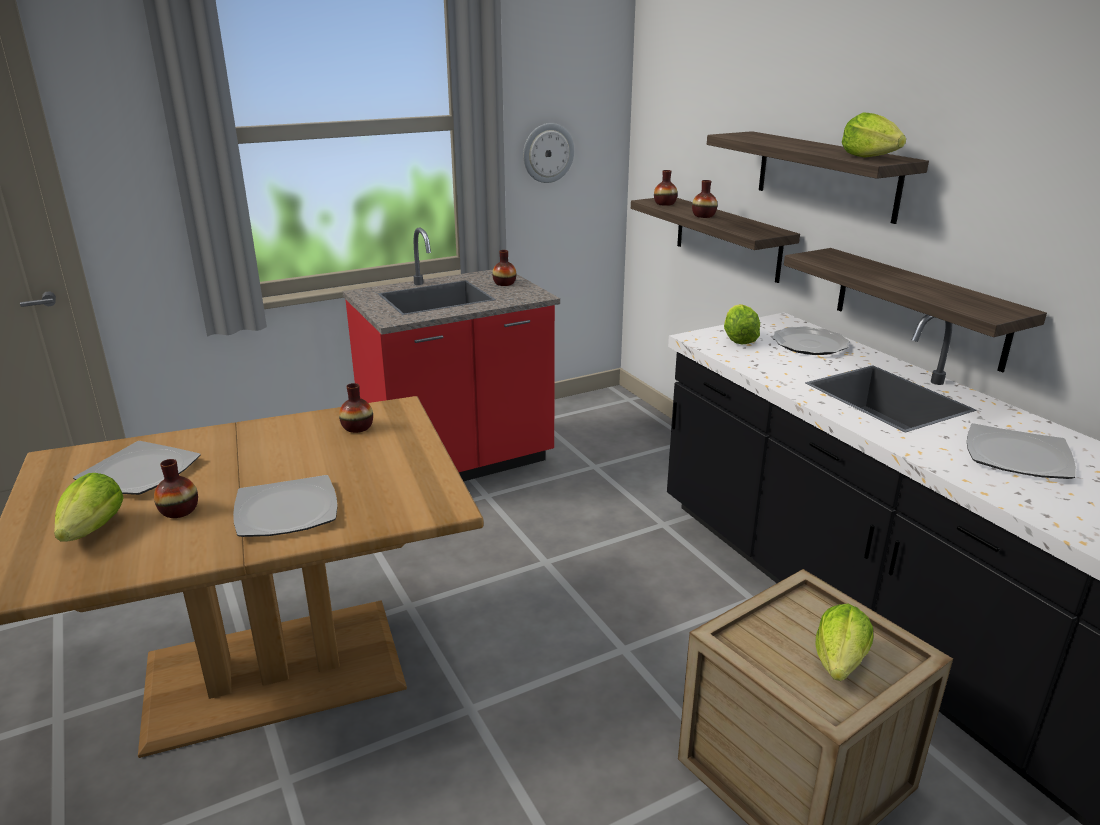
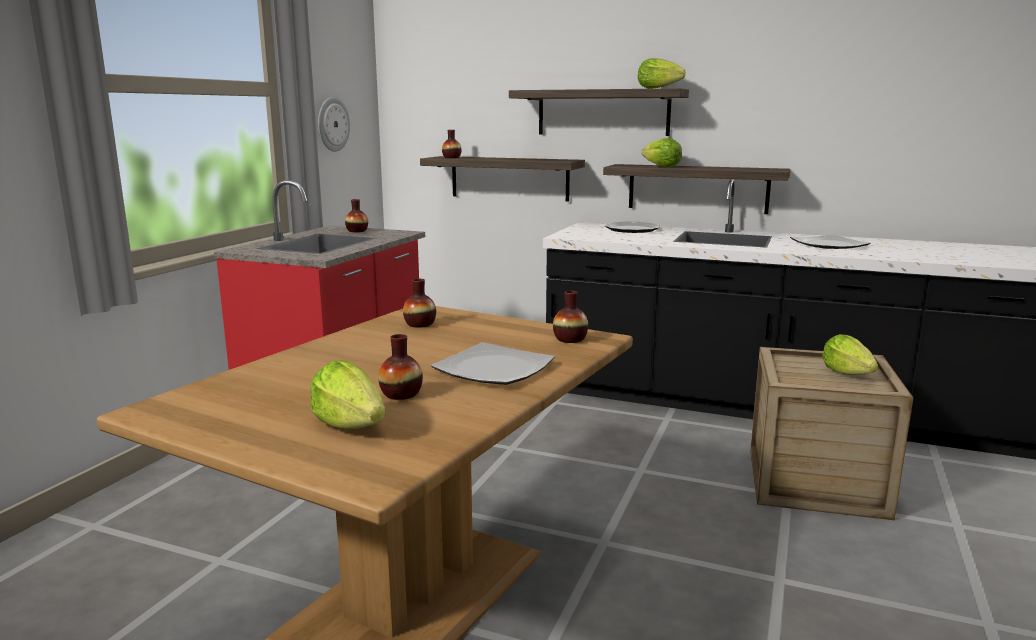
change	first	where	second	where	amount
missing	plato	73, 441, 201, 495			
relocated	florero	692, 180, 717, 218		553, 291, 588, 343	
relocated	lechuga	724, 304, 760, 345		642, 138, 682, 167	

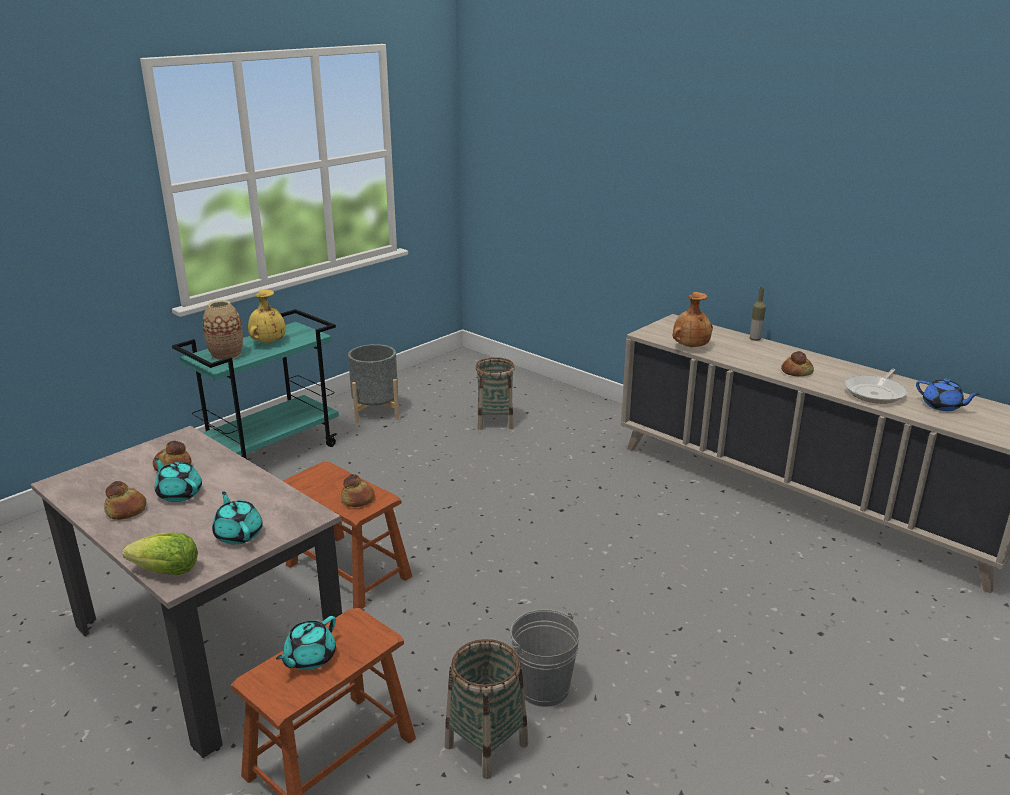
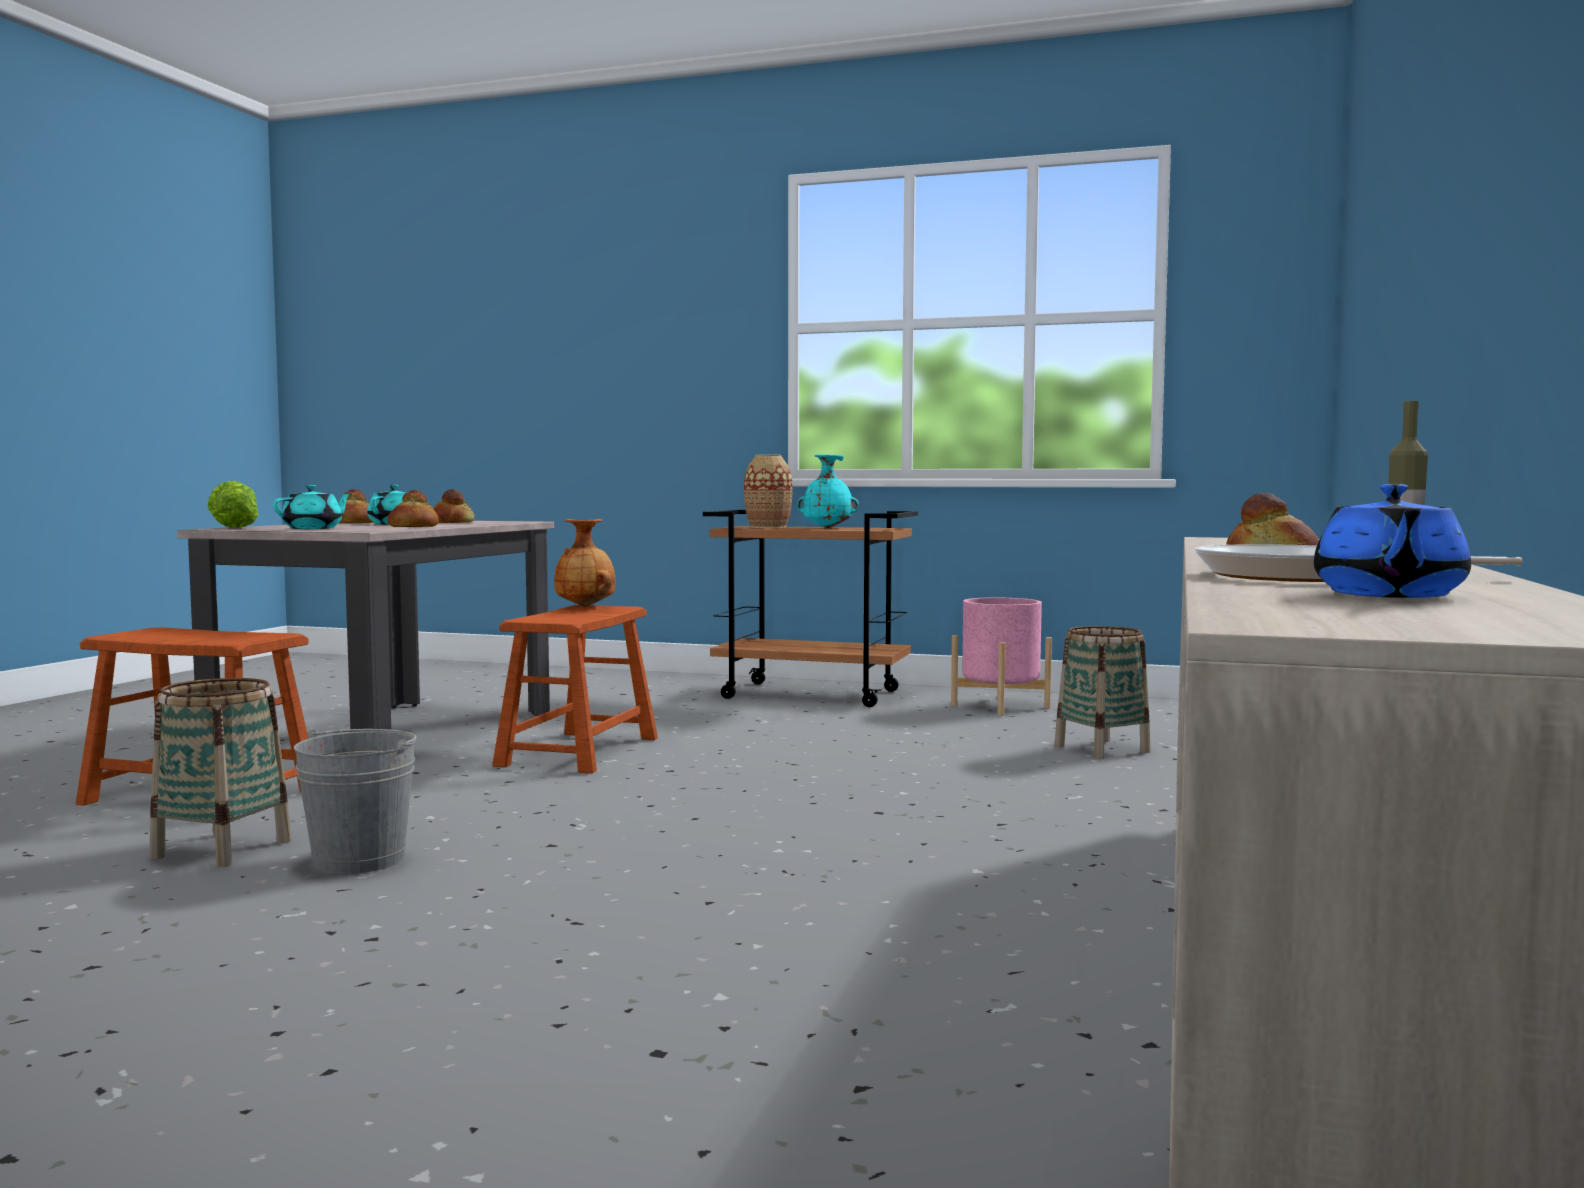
change	first	where	second	where	amount
missing	tetera/turquesa	276, 616, 336, 670			
relocated	pan	341, 474, 374, 507		387, 490, 439, 527	
relocated	florero/marrón	673, 292, 713, 347		554, 519, 615, 607	
colour	carrito/turquesa	172, 309, 339, 459	carrito/marrón	703, 510, 918, 707	
colour	florero/amarillo	248, 290, 286, 343	florero/turquesa	797, 454, 859, 528	
colour	maceta/gris	348, 344, 399, 423	maceta/rosa	951, 597, 1052, 716	

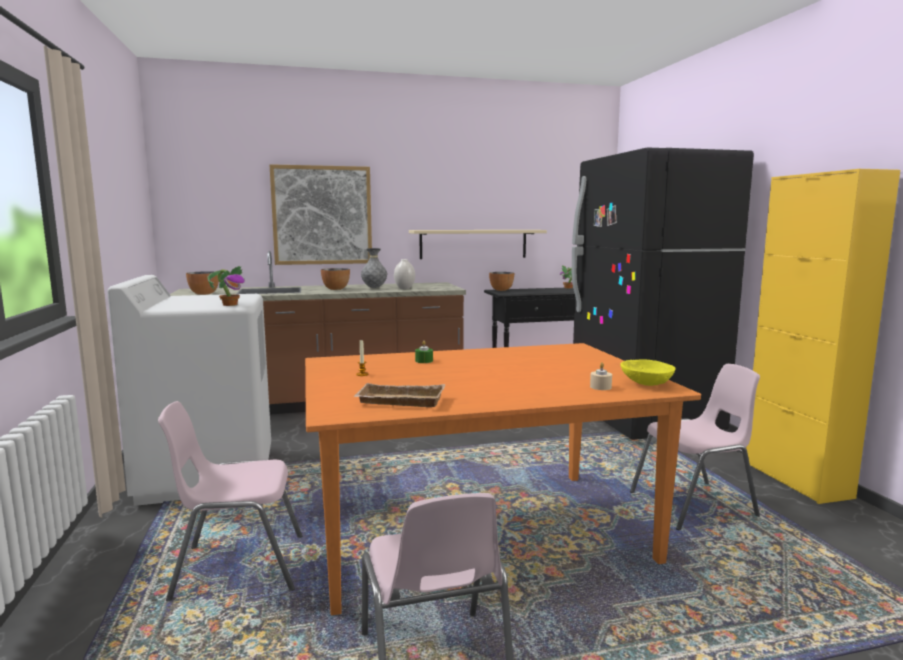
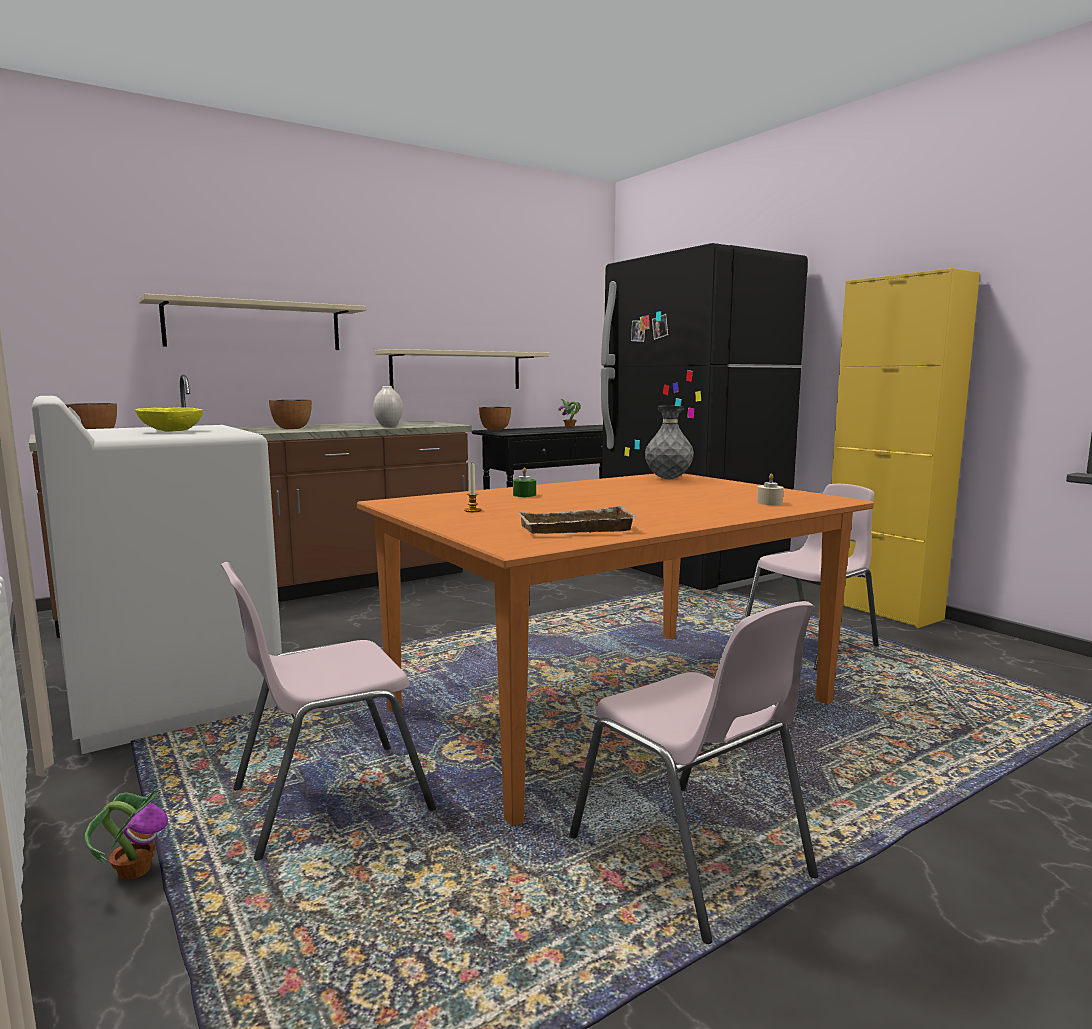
change	first	where	second	where	amount
relocated	planta en maceta	207, 266, 245, 306		85, 789, 168, 880	
relocated	florero/gris	361, 248, 387, 288		645, 406, 694, 479	
relocated	cuenco/amarillo	620, 359, 675, 386		135, 407, 203, 432	
exchanged	cuadro	270, 164, 372, 265	estante/beis	139, 294, 367, 350	

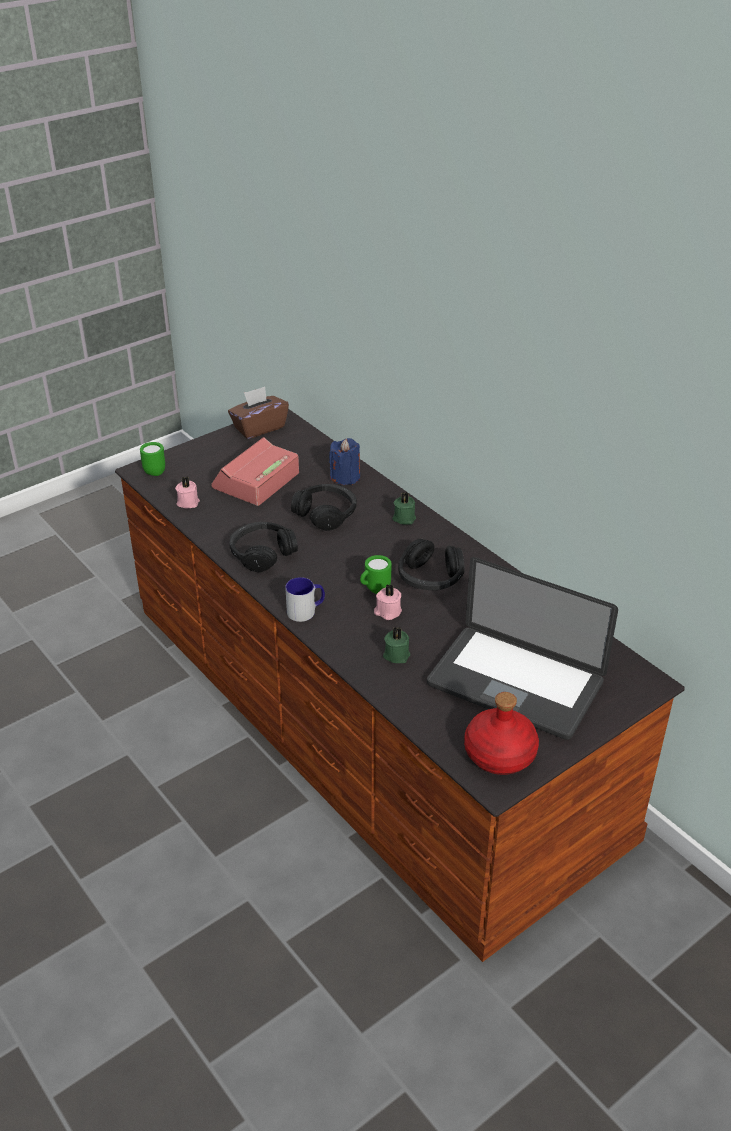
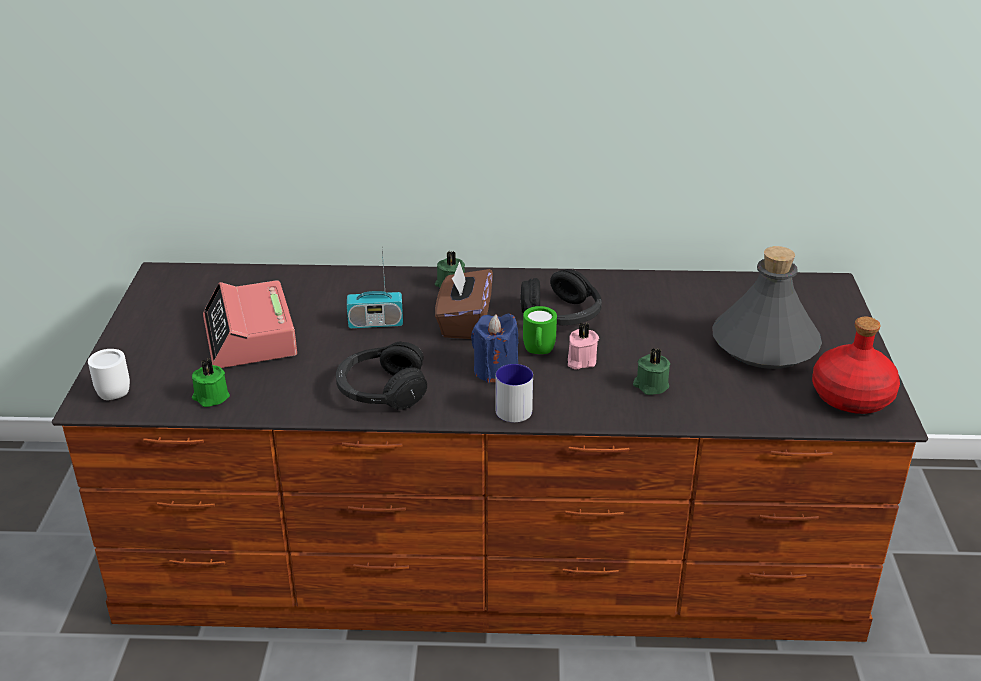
change	first	where	second	where	amount
relocated	caja de pañuelos/marrón	228, 387, 289, 439		435, 261, 493, 339	
relocated	vela/azul	329, 438, 360, 485		471, 313, 518, 383	
exchanged	auriculares/negro	291, 484, 357, 531	radio	347, 250, 403, 328	
exchanged	portátil	427, 557, 618, 740	botella/gris	712, 246, 822, 369	
colour	taza grande/verde	140, 442, 165, 476	taza grande/blanco	88, 349, 130, 400	
colour	vela/rosa	175, 476, 200, 509	vela/verde	192, 359, 230, 407	

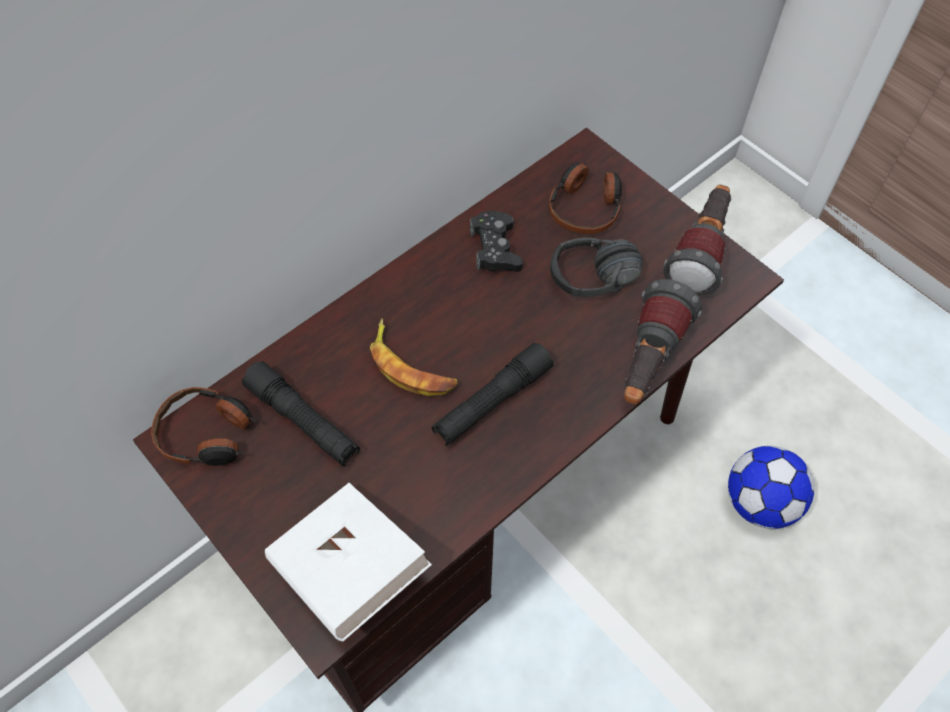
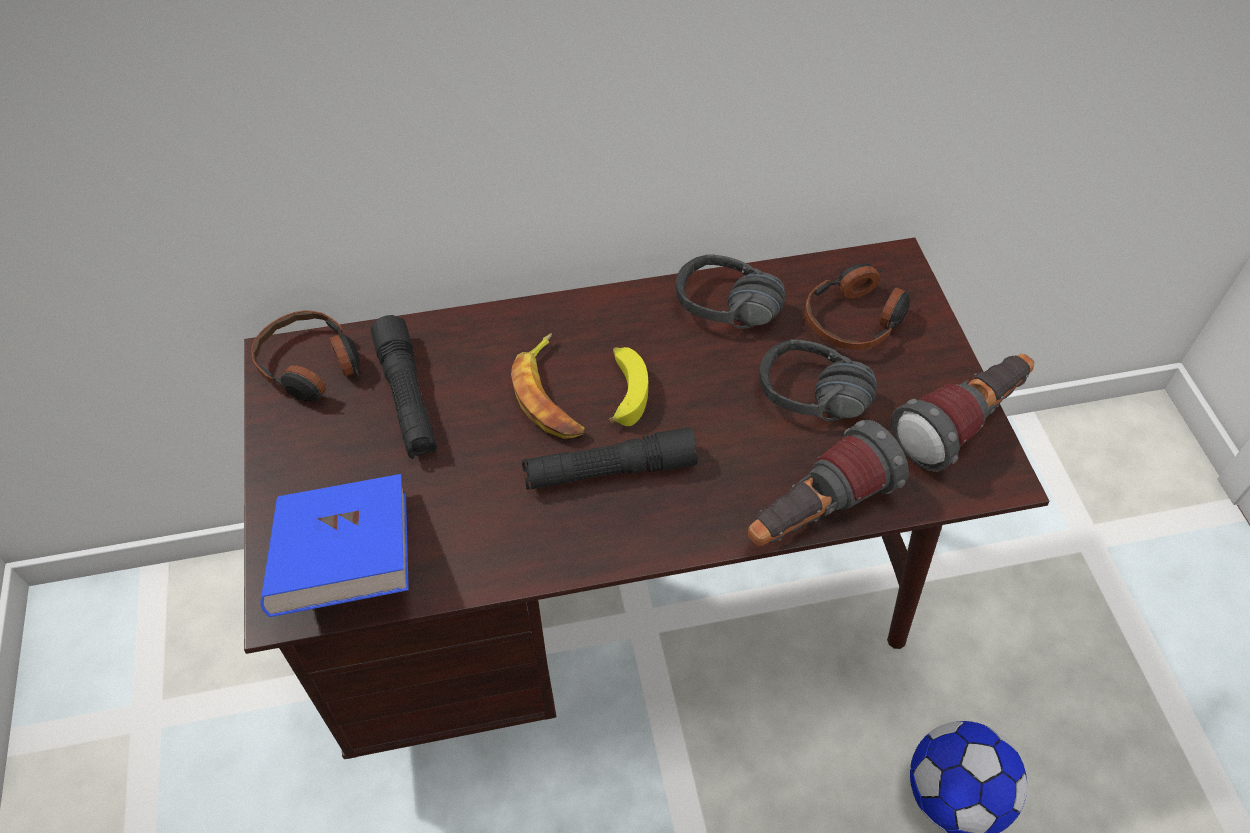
change	first	where	second	where	amount
appeared			plátano	609, 347, 648, 426	
exchanged	mando de consola/negro	470, 211, 523, 272	auriculares/negro	676, 254, 785, 329	
colour	libro/blanco	265, 483, 432, 641	libro/azul	260, 474, 409, 617	

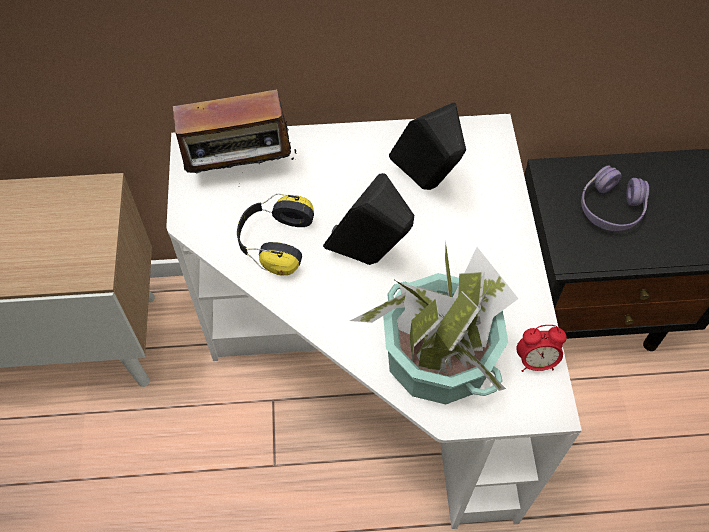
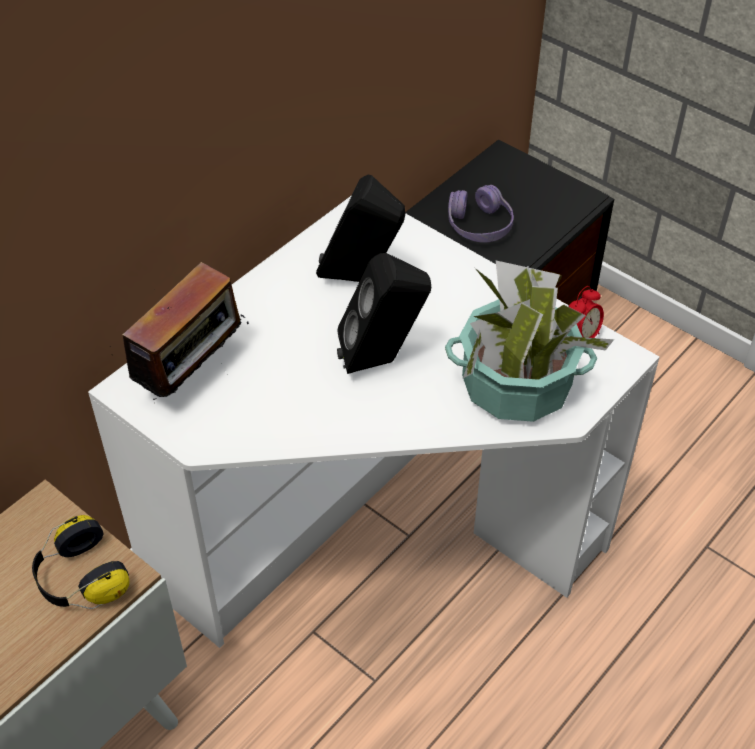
change	first	where	second	where	amount
relocated	auriculares	237, 194, 314, 275		32, 515, 129, 609	

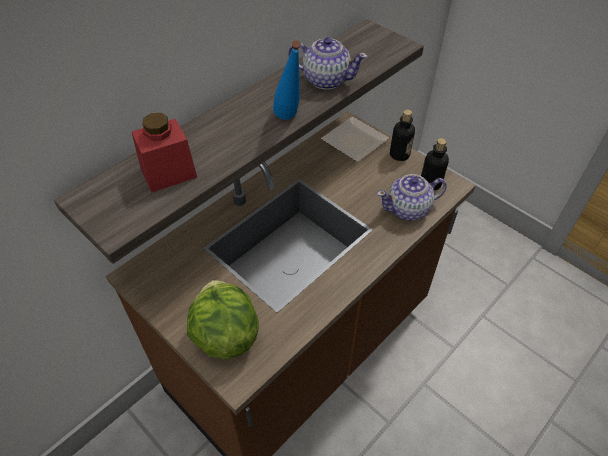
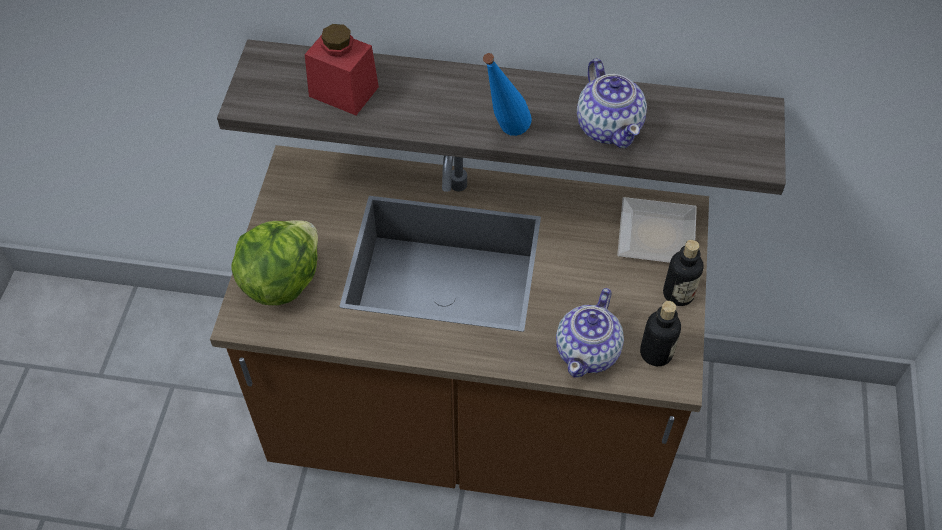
change	first	where	second	where	amount
spun	tetera	377, 174, 447, 221		556, 288, 624, 378	105 degrees counterclockwise

